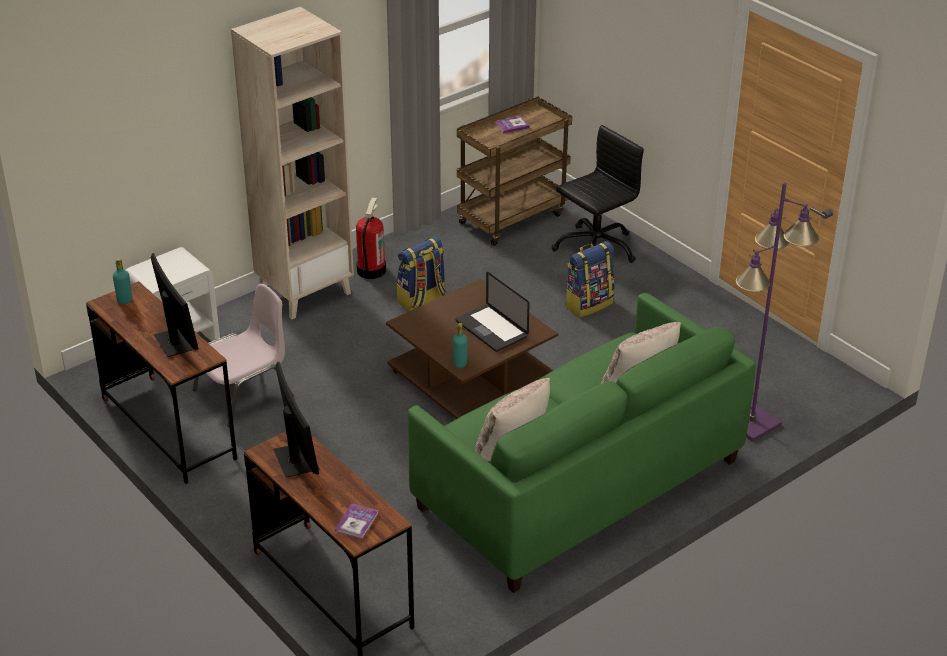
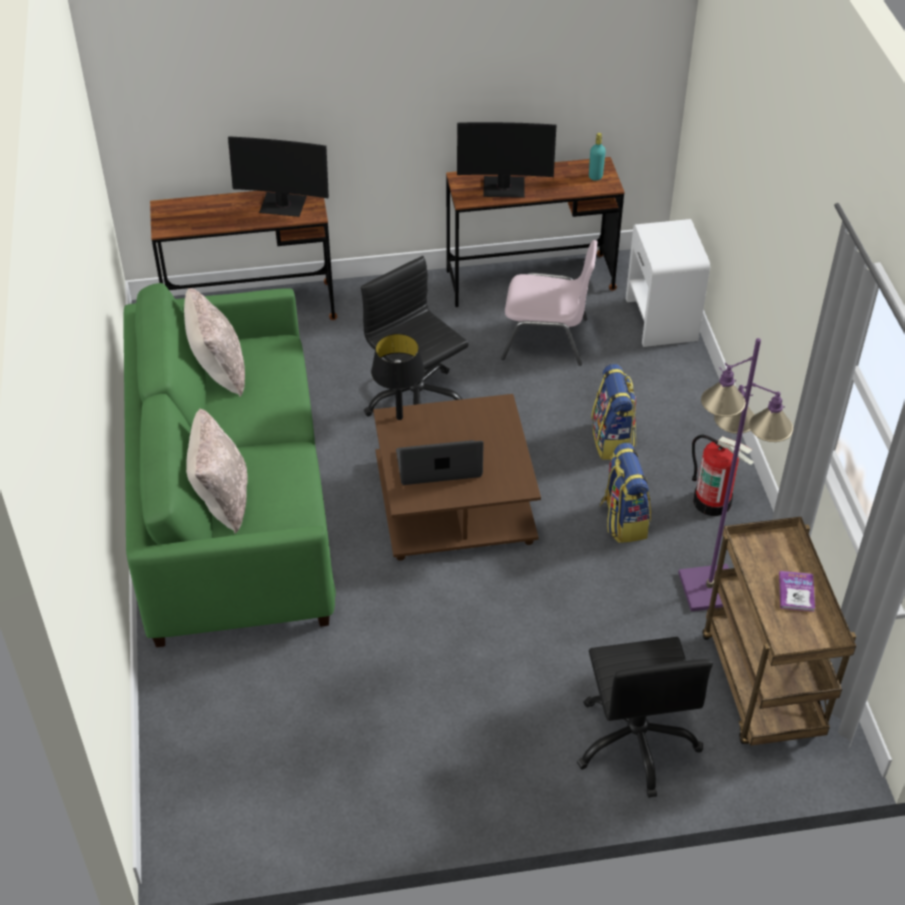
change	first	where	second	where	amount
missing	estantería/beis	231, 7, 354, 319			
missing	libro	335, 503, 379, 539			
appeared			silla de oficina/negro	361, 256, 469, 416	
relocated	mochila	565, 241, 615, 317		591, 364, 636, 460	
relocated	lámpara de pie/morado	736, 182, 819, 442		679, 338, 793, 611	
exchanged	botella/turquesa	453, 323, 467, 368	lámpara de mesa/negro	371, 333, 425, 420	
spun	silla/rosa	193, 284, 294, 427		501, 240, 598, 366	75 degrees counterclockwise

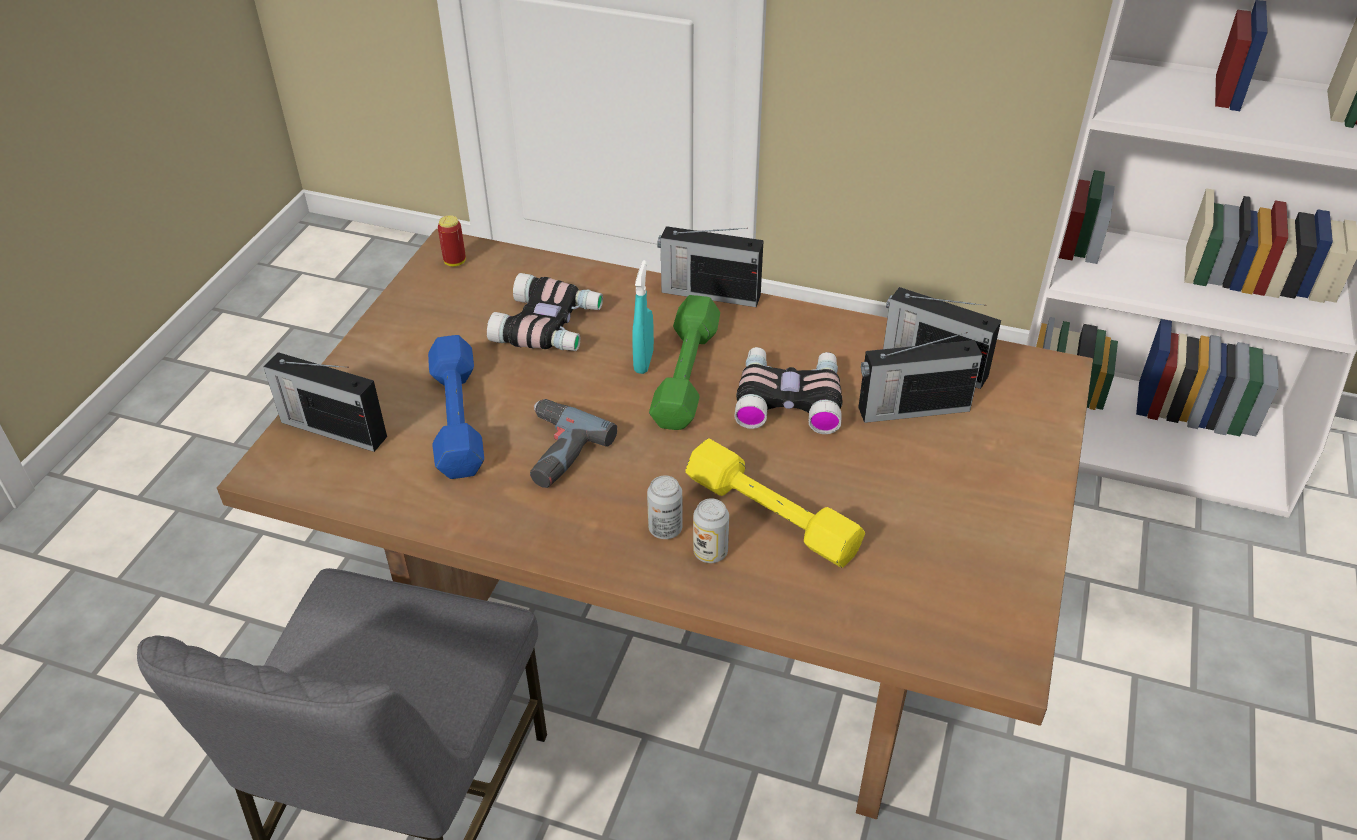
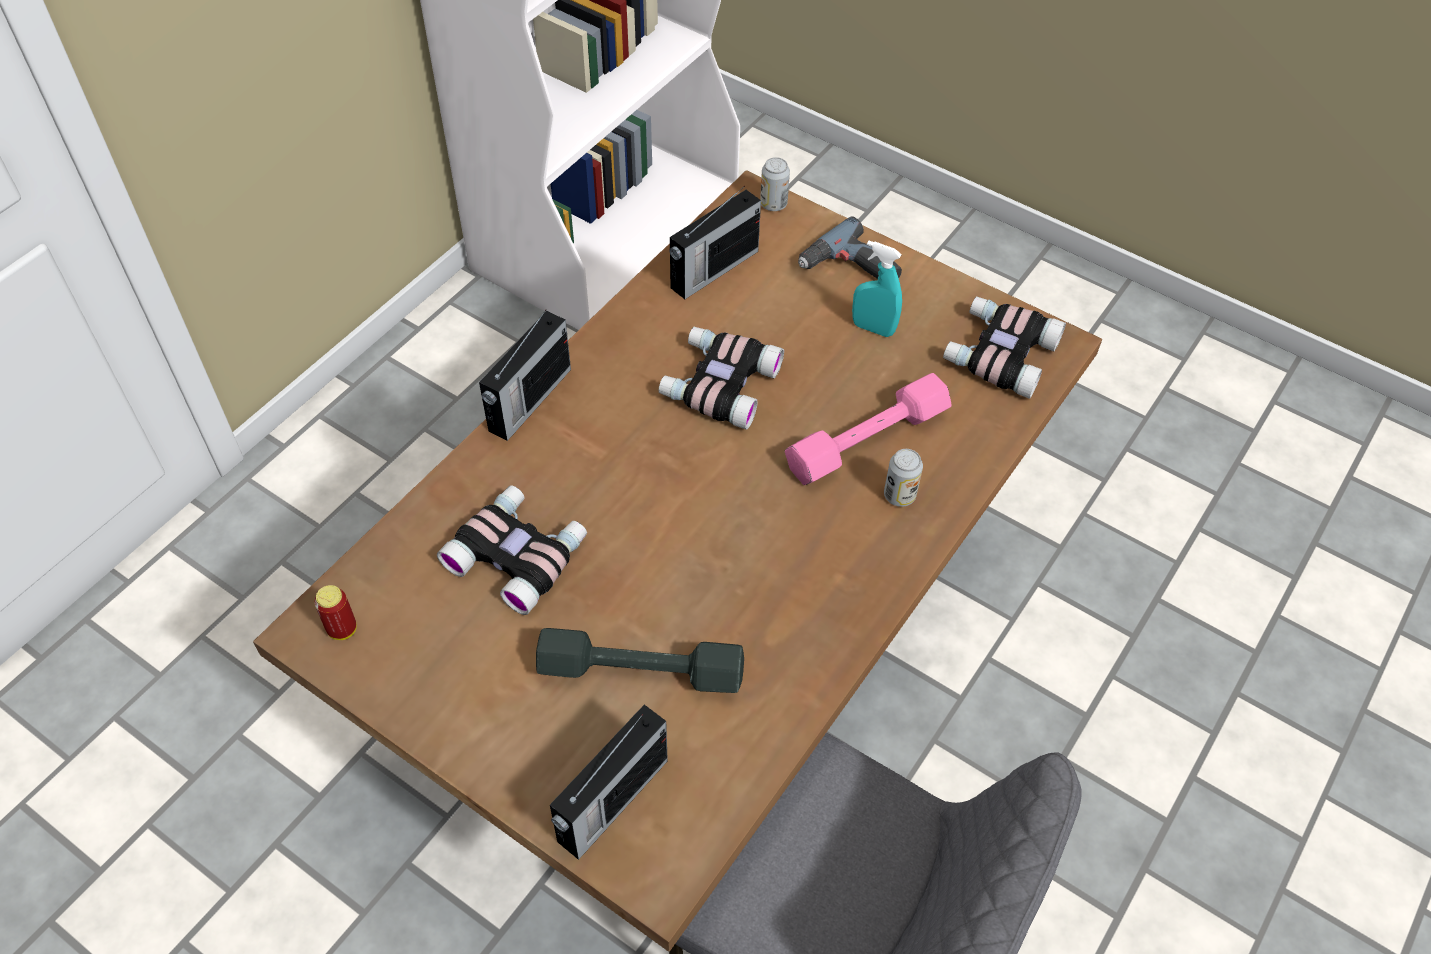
change	first	where	second	where	amount
missing	mancuerna/verde	649, 295, 720, 430			
missing	radio	858, 332, 982, 423			
appeared			prismáticos	943, 296, 1066, 399	
relocated	taladro	530, 399, 617, 488		798, 216, 902, 279	
relocated	pulverizador/turquesa	632, 260, 654, 374		852, 240, 902, 337	
relocated	lata	647, 475, 683, 539		760, 157, 790, 211	
colour	mancuerna/azul	428, 335, 484, 479	mancuerna/gris	536, 628, 744, 693	
colour	mancuerna/amarillo	685, 438, 865, 568	mancuerna/rosa	785, 373, 952, 485	

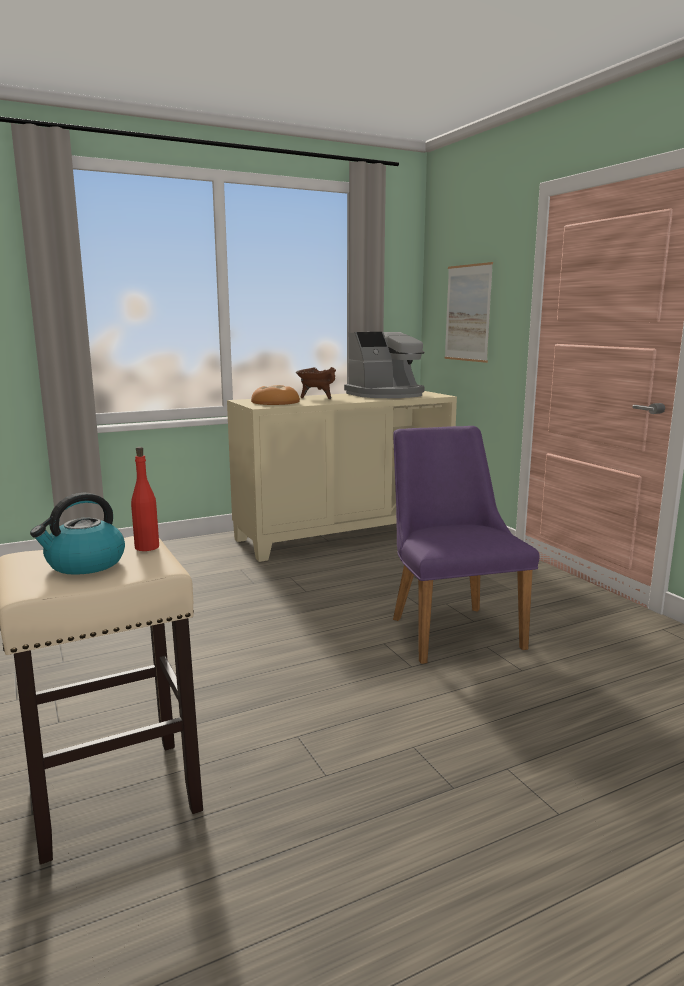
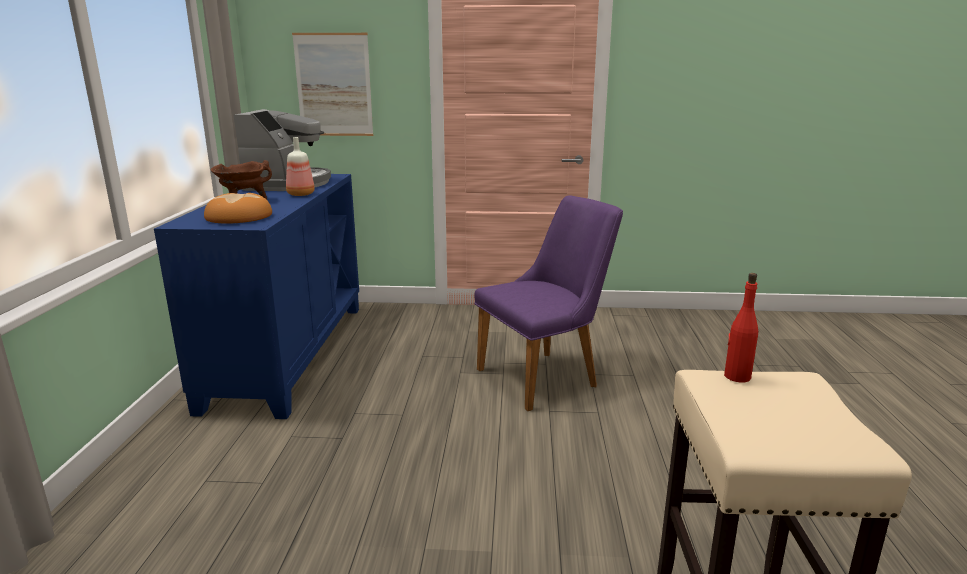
change	first	where	second	where	amount
missing	hervidor	30, 493, 125, 575			
appeared			botella	286, 137, 315, 196	
colour	armario/beis	227, 391, 457, 562	armario/azul	154, 174, 359, 419	
spun	silla/morado	393, 426, 539, 664		474, 195, 623, 411	135 degrees clockwise

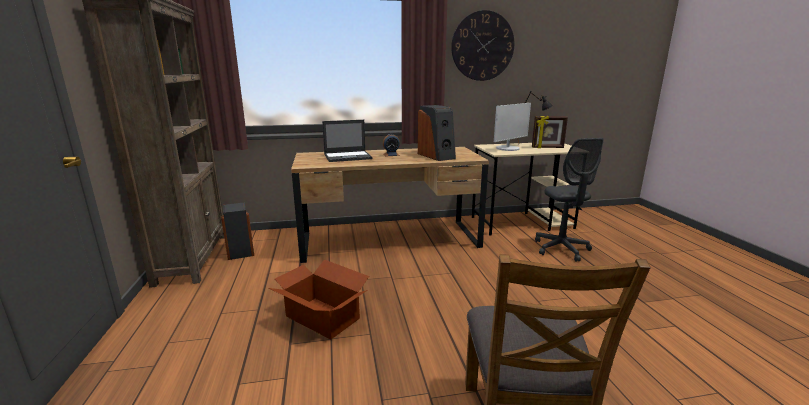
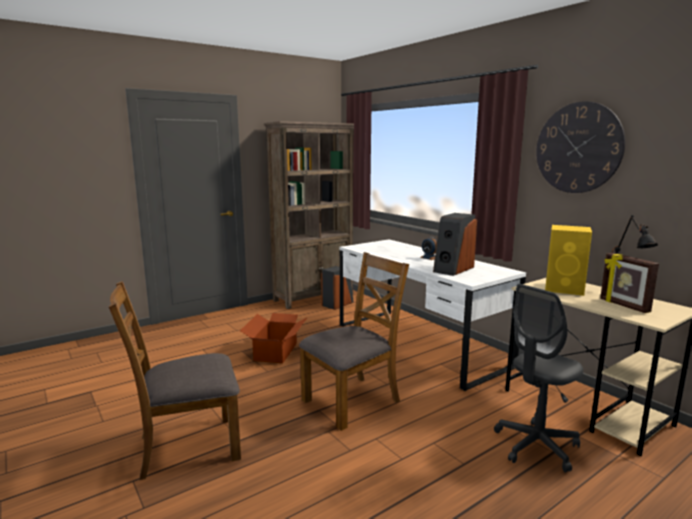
change	first	where	second	where	amount
missing	portátil	322, 120, 372, 162			
appeared			silla/marrón	299, 252, 409, 431	
exchanged	monitor	494, 103, 531, 151	altavoz/amarillo	545, 225, 592, 296	
colour	escritorio/marrón	291, 147, 489, 263	escritorio/blanco	340, 239, 526, 391	

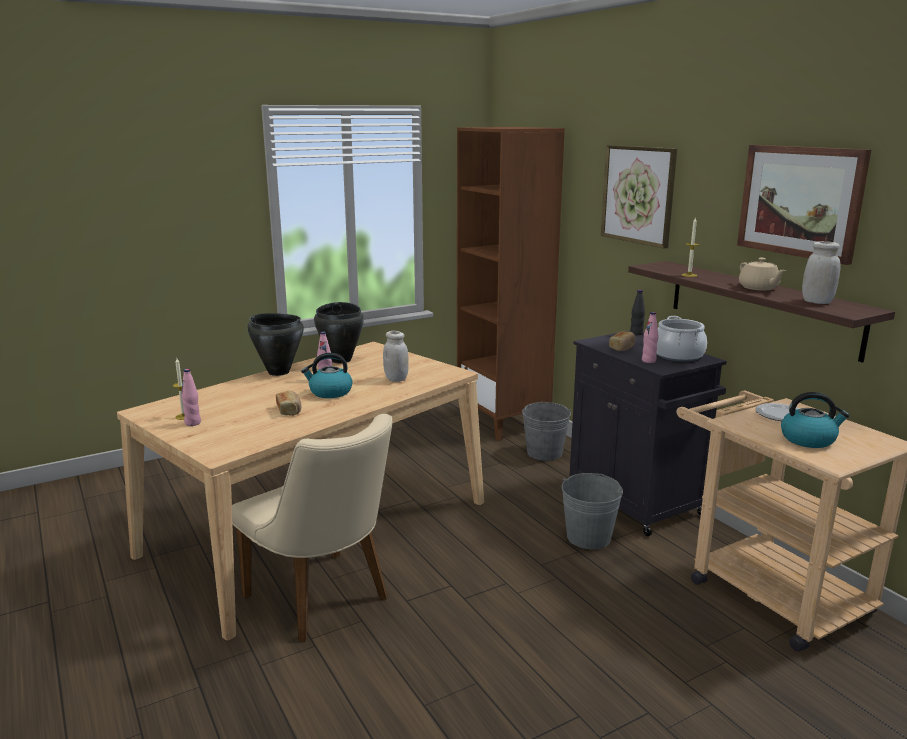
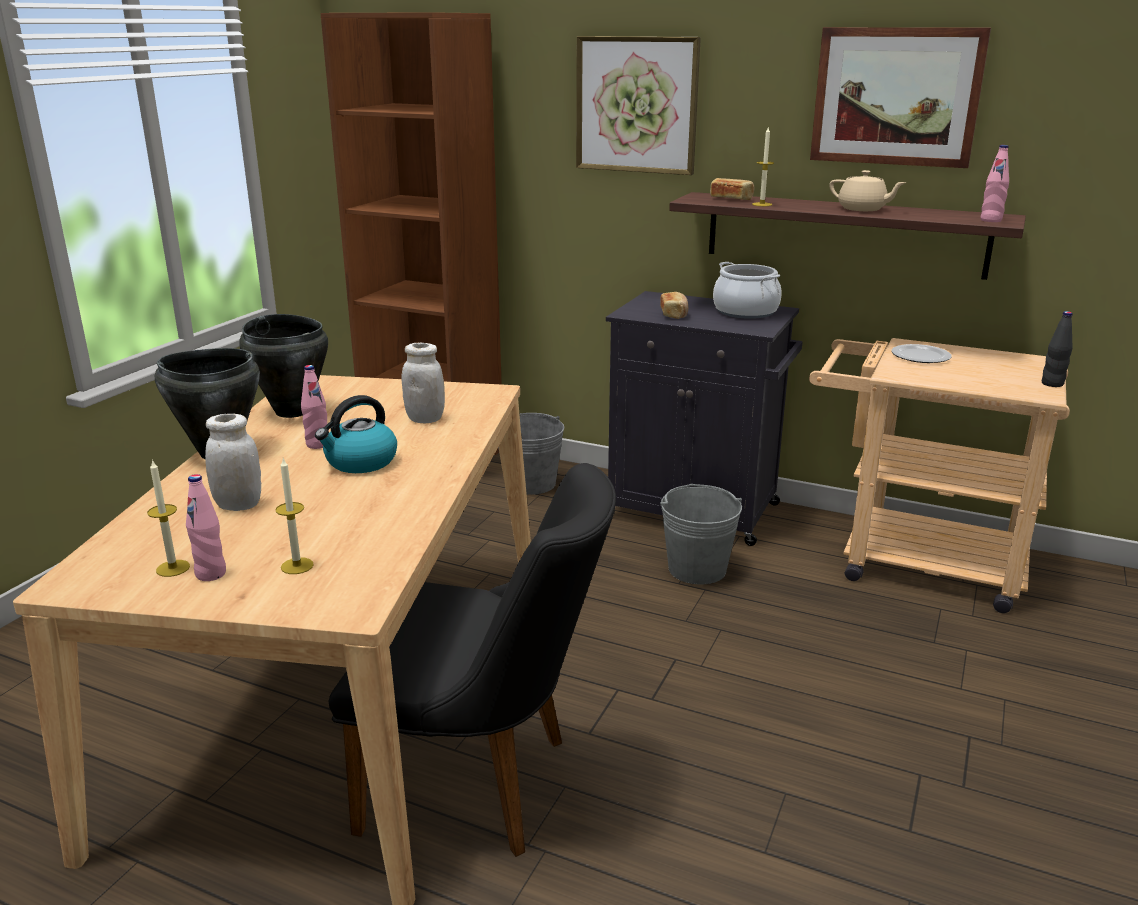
change	first	where	second	where	amount
missing	hervidor	781, 392, 850, 448			
appeared			vela	275, 459, 314, 574	
relocated	pan	276, 390, 301, 416		710, 178, 754, 200	
relocated	botella/negro	630, 290, 645, 335		1042, 311, 1073, 387	
relocated	botella/rosa	642, 312, 659, 363		981, 145, 1009, 222	
relocated	tarro/blanco	802, 241, 841, 304		205, 414, 261, 511	
colour	silla/beis	232, 414, 393, 642	silla/negro	329, 463, 616, 857	

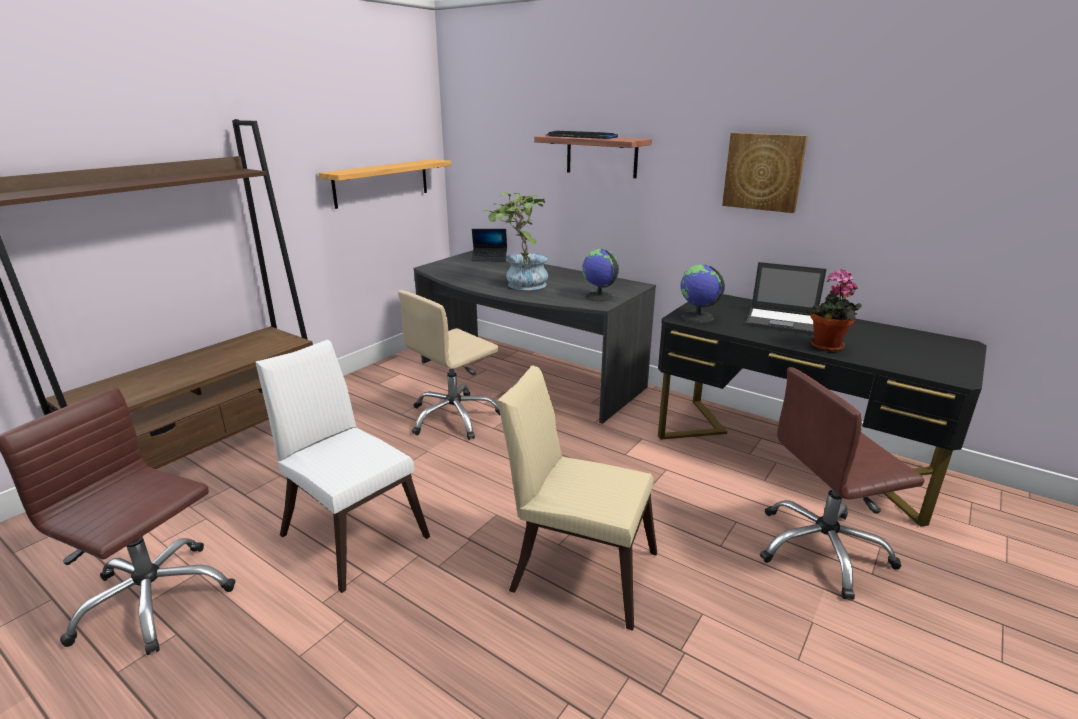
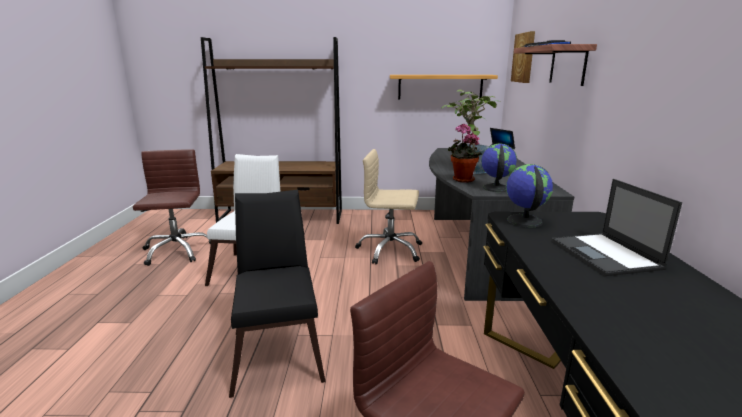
change	first	where	second	where	amount
relocated	cuadro	722, 133, 808, 213		511, 31, 535, 83	
relocated	planta en maceta	806, 269, 862, 352		448, 124, 482, 183	
colour	silla/beis	497, 366, 657, 631	silla/negro	229, 190, 326, 398	

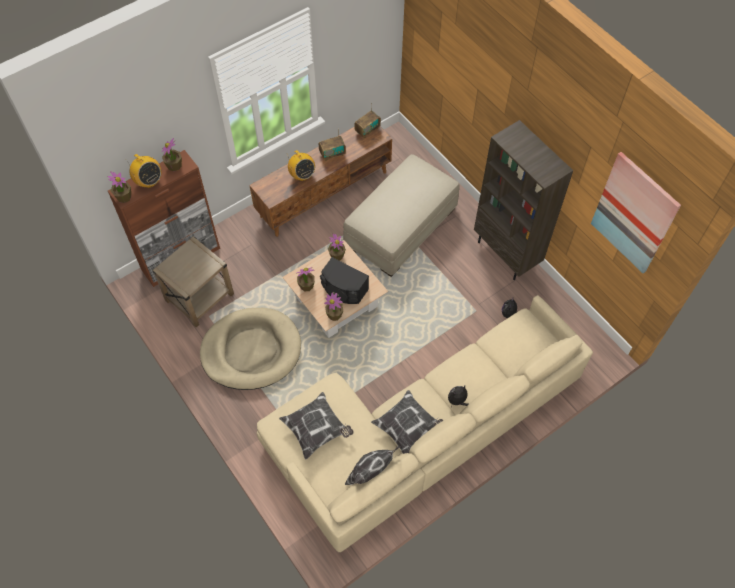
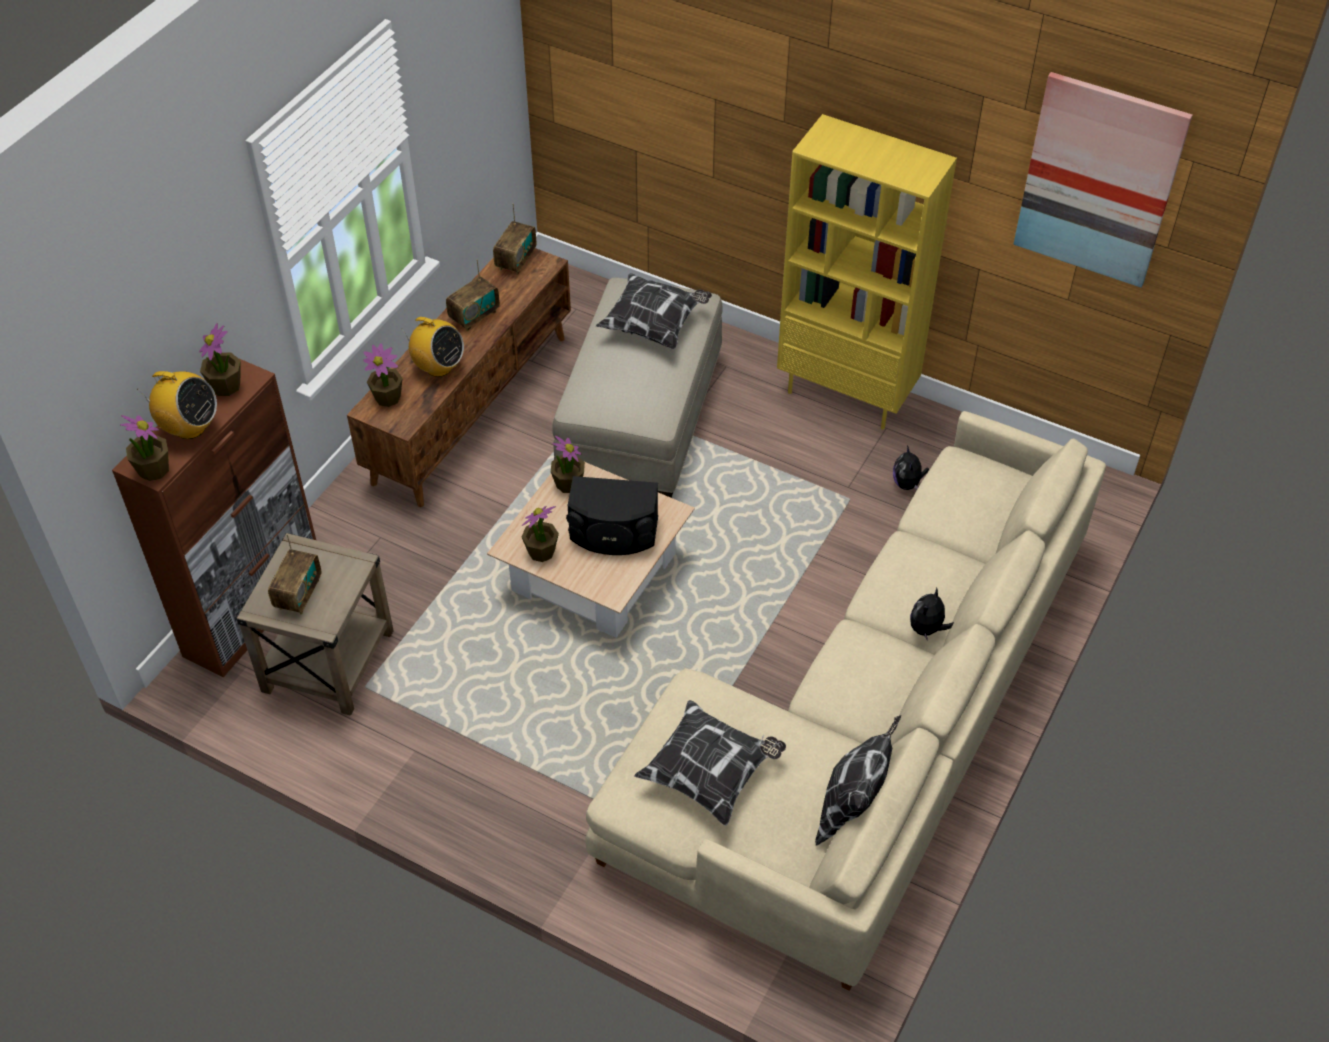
change	first	where	second	where	amount
missing	cama para perro/beis	200, 308, 301, 390			
appeared			radio	268, 534, 322, 615	
relocated	planta en maceta	324, 292, 343, 321		363, 343, 403, 407	
relocated	cojín	371, 390, 443, 454		596, 273, 712, 350	
colour	estantería/marrón	474, 120, 573, 280	estantería/amarillo	777, 114, 957, 430	

